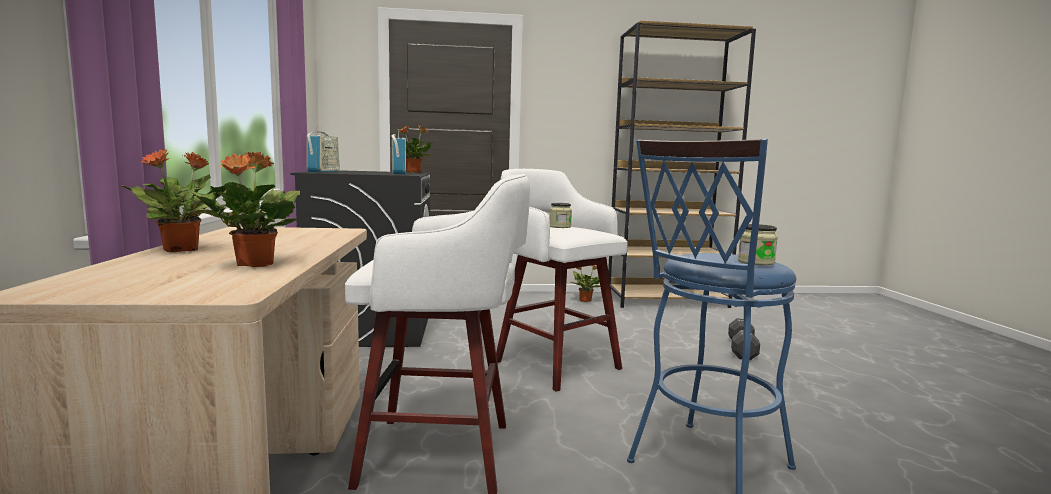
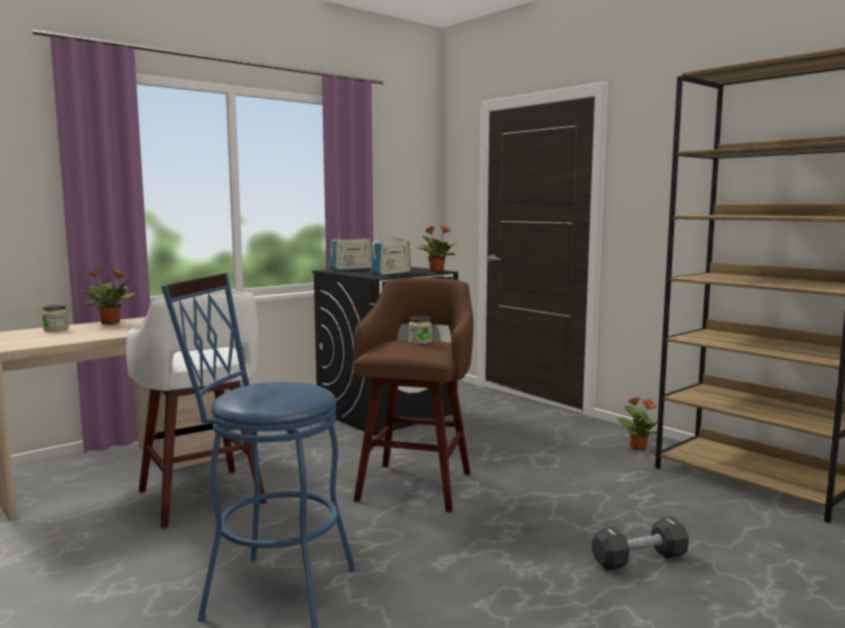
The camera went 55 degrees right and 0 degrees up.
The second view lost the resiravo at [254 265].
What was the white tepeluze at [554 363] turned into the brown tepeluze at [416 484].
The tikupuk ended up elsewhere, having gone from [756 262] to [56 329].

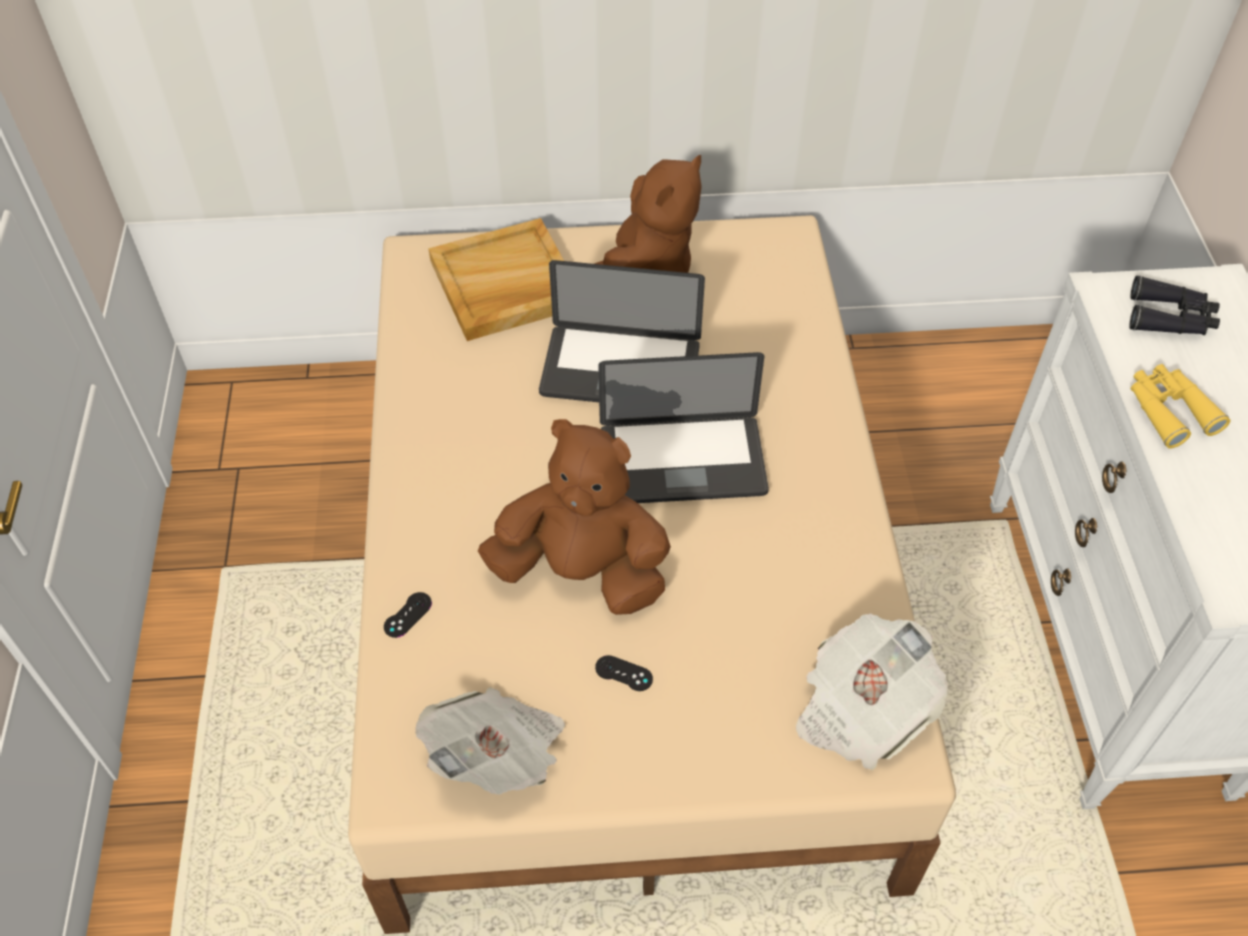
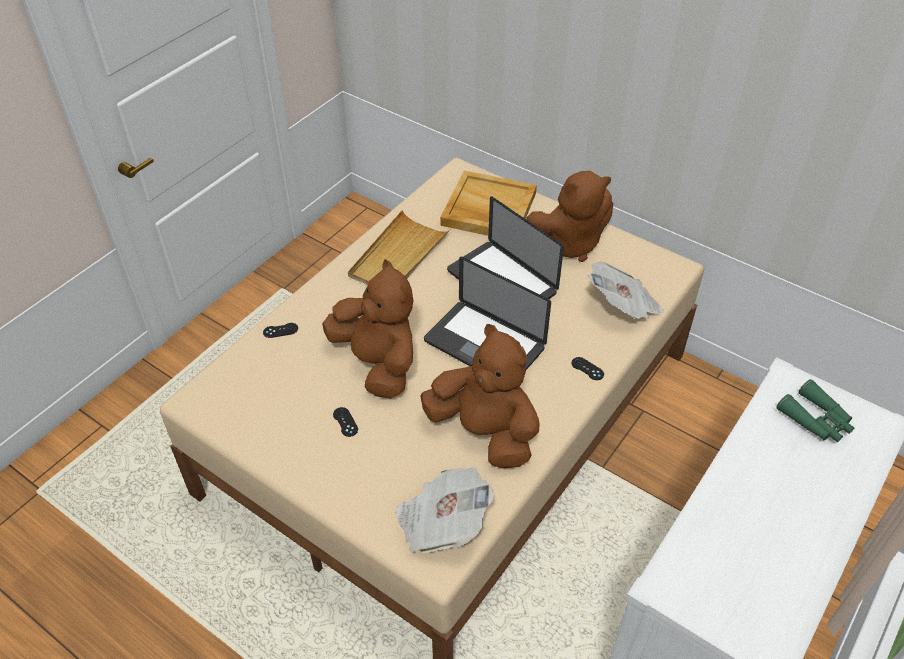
The camera went 40 degrees right and 5 degrees down.
What was the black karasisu at [1170 318] turned into the green karasisu at [816 420].
The second view lost the yellow karasisu at [1168 410].
The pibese ended up elsewhere, having gone from [498 754] to [623 306].
The second view gained the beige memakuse at [398 256].
The second view gained the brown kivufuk at [484 432].
The second view gained the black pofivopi at [587 369].

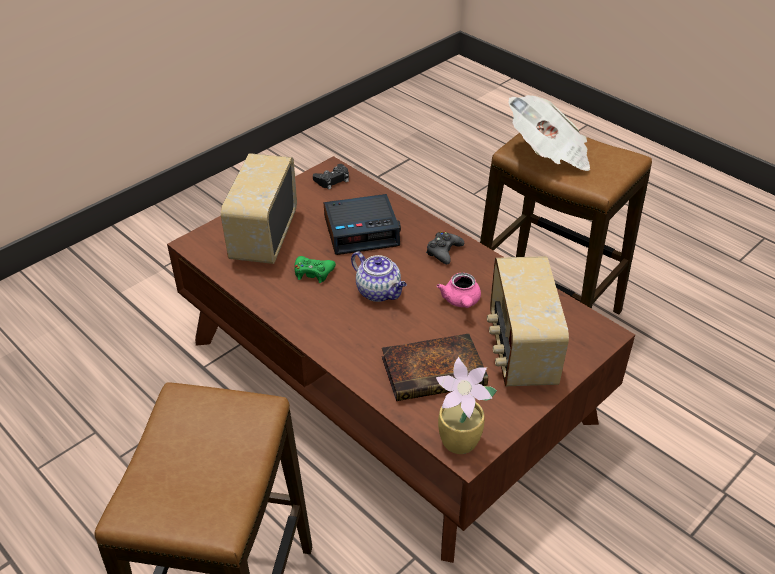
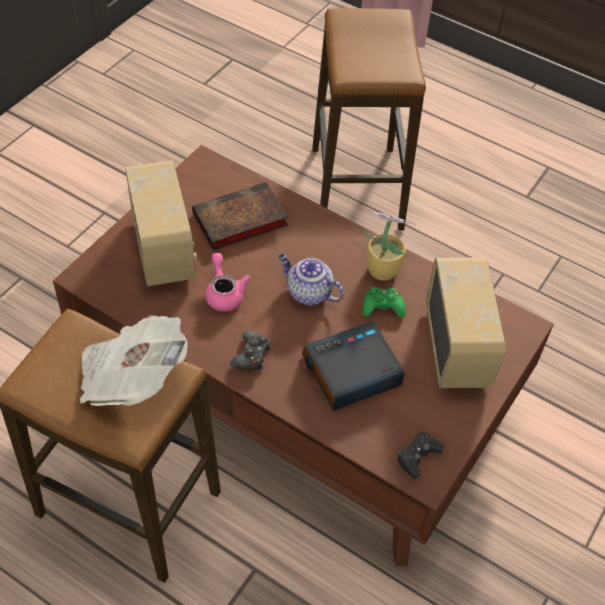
The camera went 165 degrees right and 10 degrees up.
The resiravo ended up elsewhere, having gone from [460 442] to [381 269].

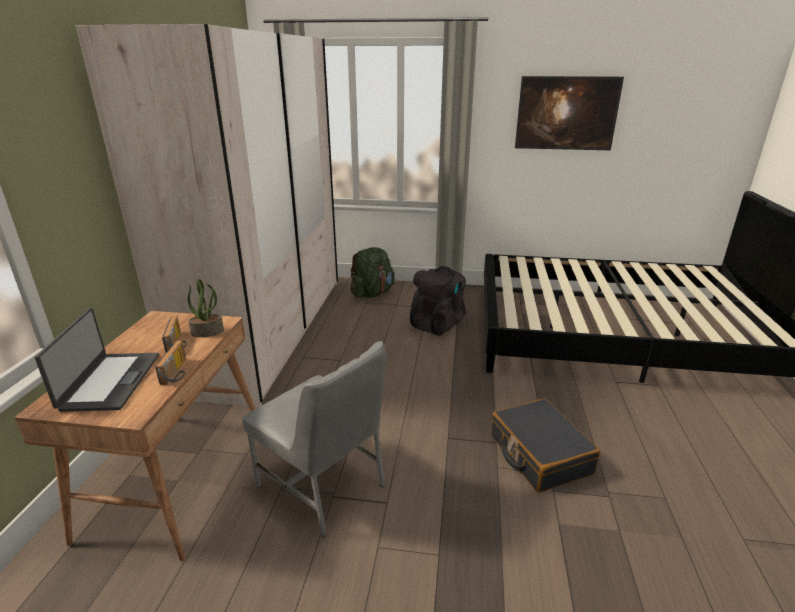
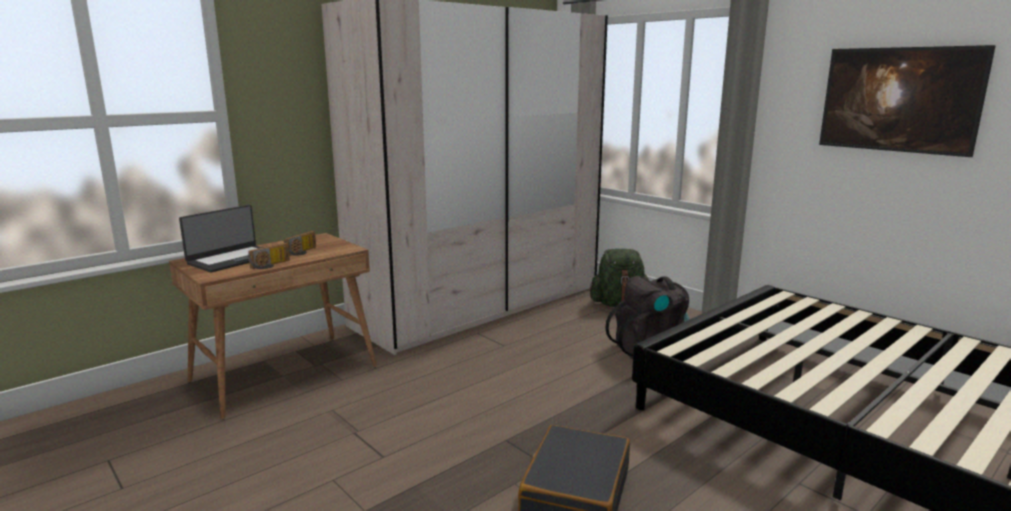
The camera went 40 degrees right and 10 degrees down.
The second view lost the resiravo at [208 332].
The second view lost the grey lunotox at [323 486].

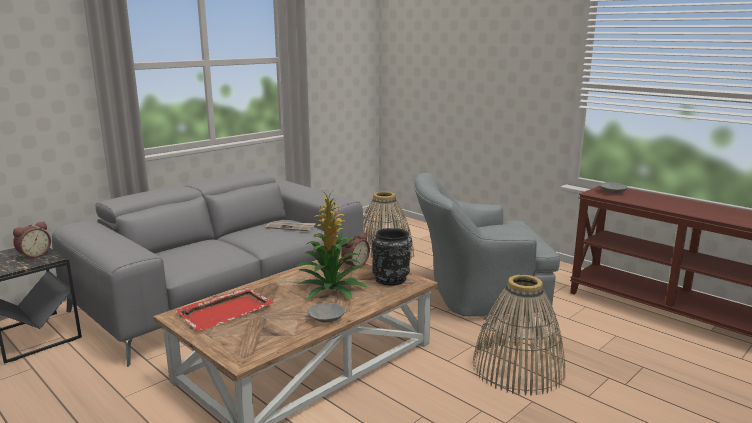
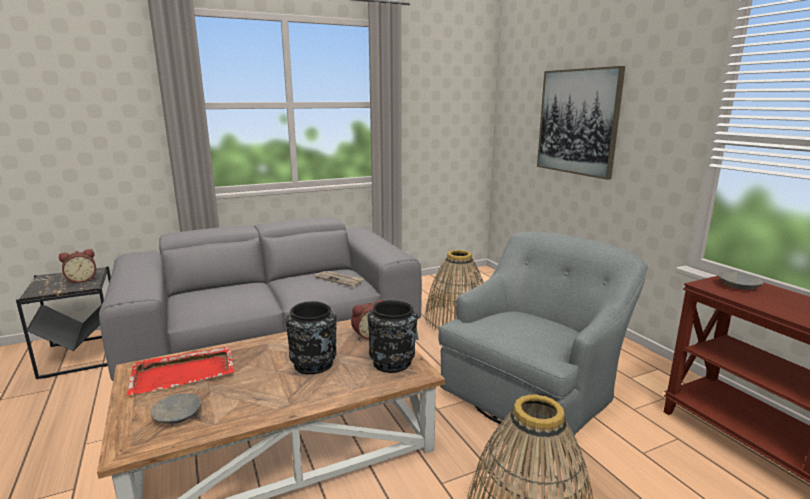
The camera went 20 degrees right and 0 degrees up.
The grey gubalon at [476 294] ended up facing another way, 120 degrees clockwise from before.
Where the resiravo stood at [331 289], the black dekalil came to stand at [314 365].
The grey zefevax ended up elsewhere, having gone from [326 319] to [177 416].
The second view gained the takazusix at [577 122].

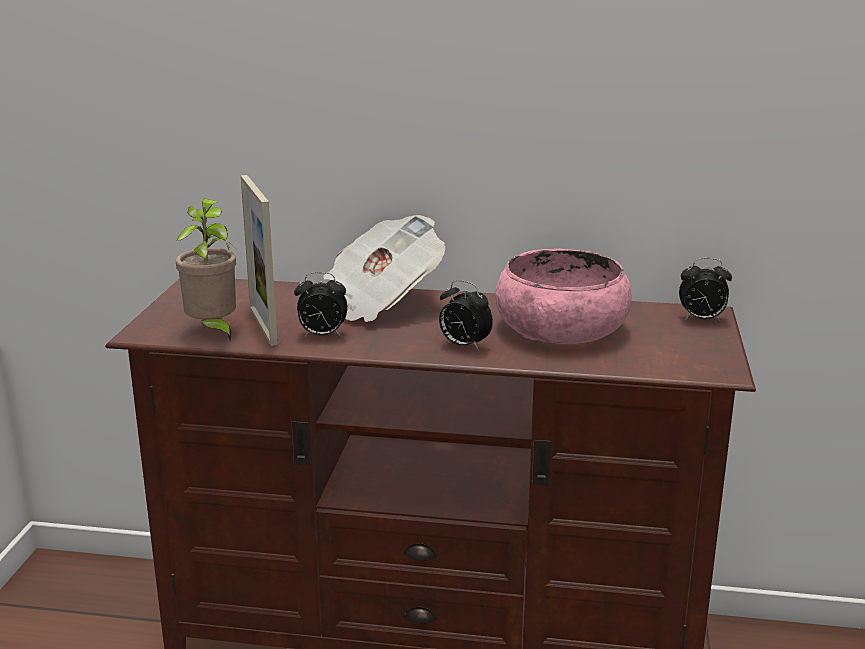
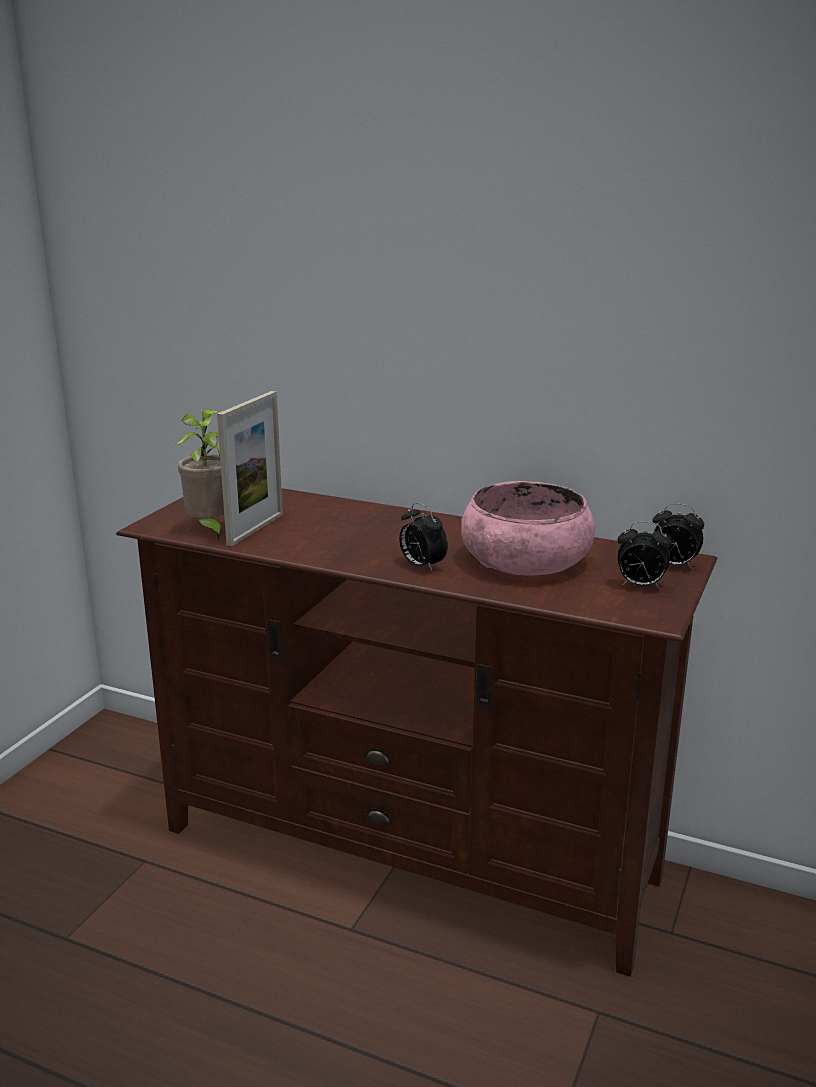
The camera went 15 degrees right and 0 degrees up.
The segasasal at [263 326] ended up facing another way, 150 degrees counterclockwise from before.
The second view lost the pibese at [375 304].
The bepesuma ended up elsewhere, having gone from [322 335] to [640 586].

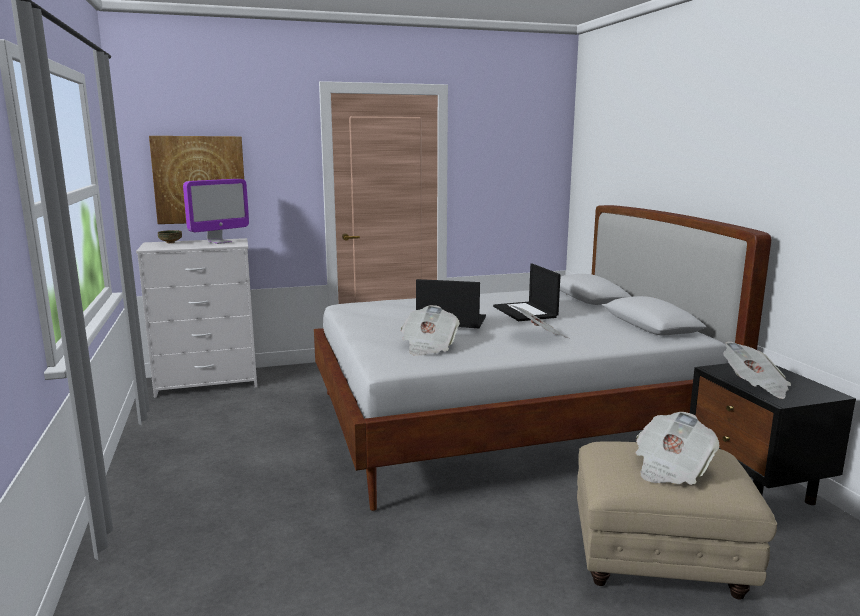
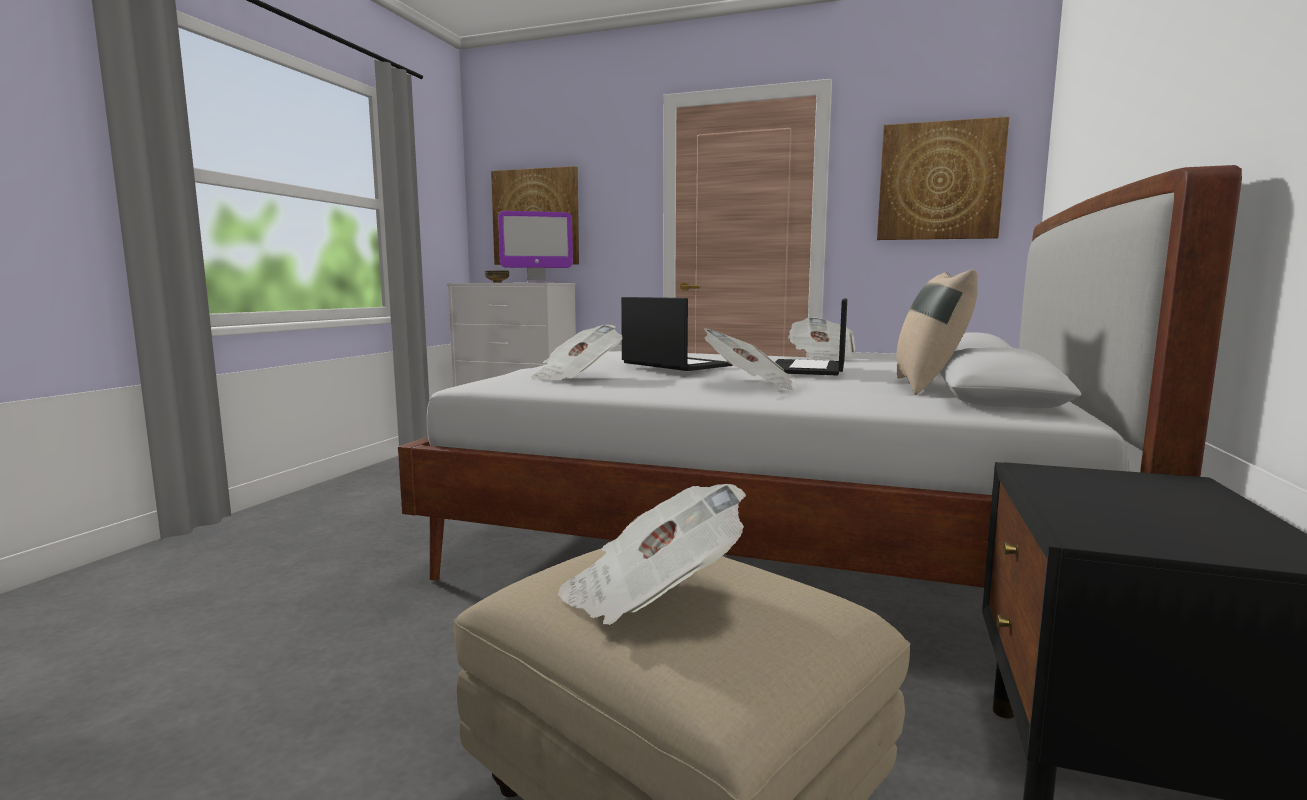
The camera went 35 degrees right and 5 degrees down.
The pibese ended up elsewhere, having gone from [755 386] to [821 358].
The second view gained the takazusix at [939 181].
The second view gained the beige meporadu at [929 386].

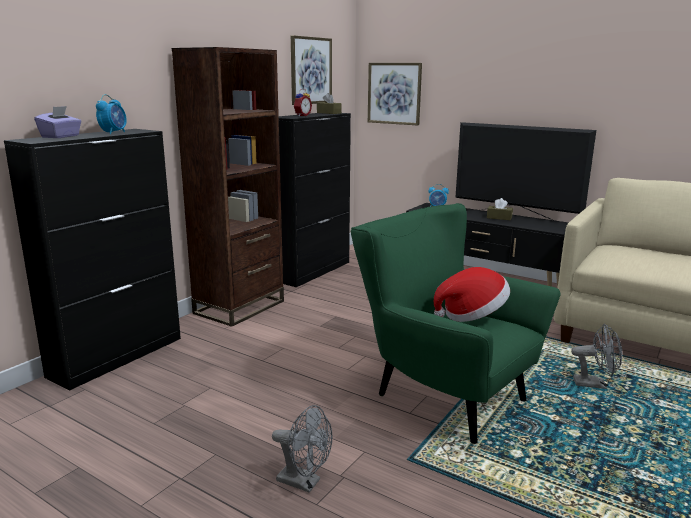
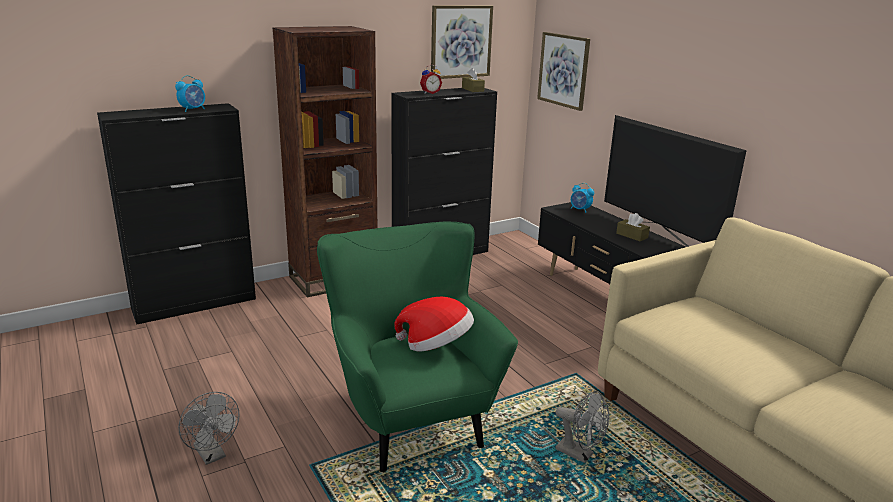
The camera went 25 degrees right and 5 degrees up.
The second view lost the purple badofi at [61 136].

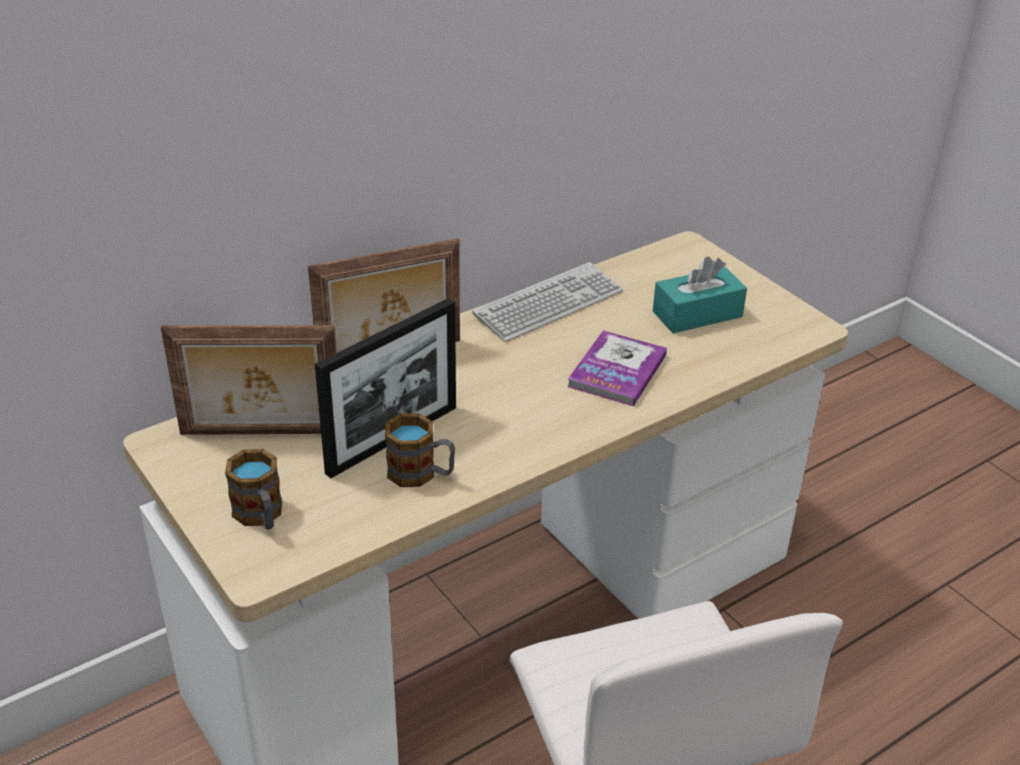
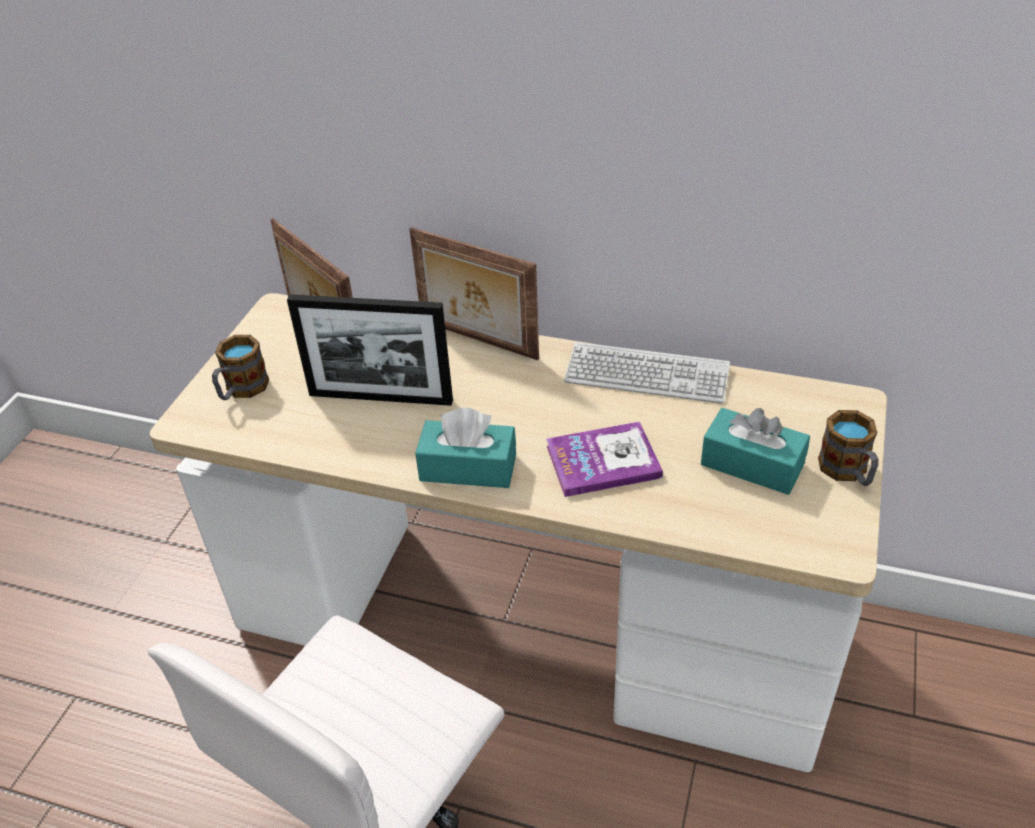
The camera went 55 degrees right and 5 degrees up.
The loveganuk ended up elsewhere, having gone from [421 474] to [848 472].
The second view gained the turquoise badofi at [468 468].

